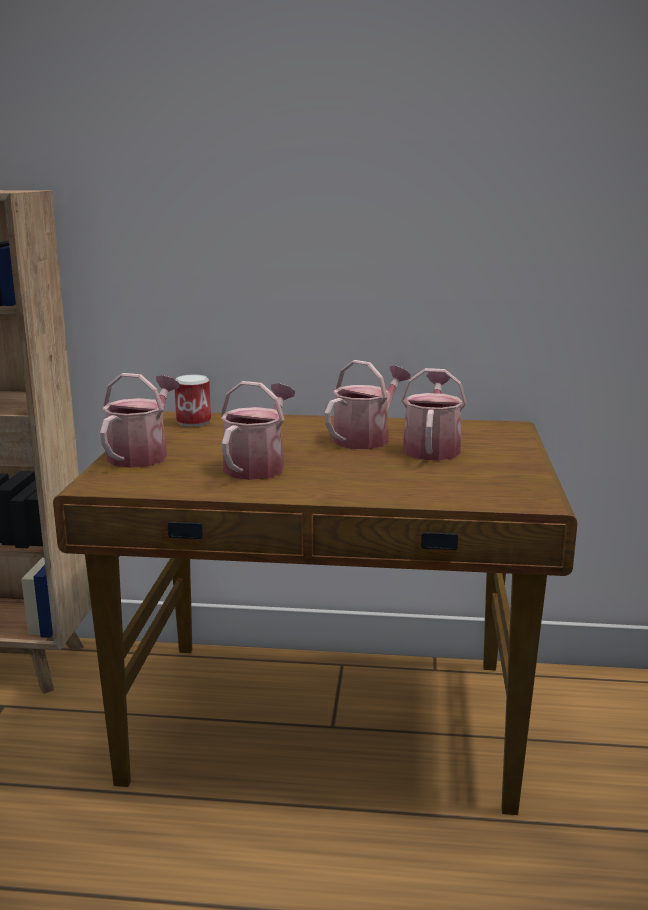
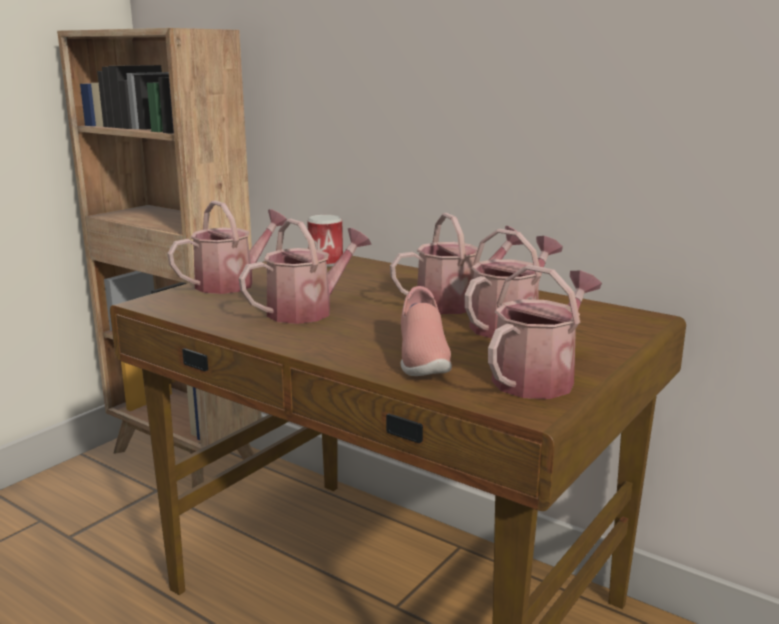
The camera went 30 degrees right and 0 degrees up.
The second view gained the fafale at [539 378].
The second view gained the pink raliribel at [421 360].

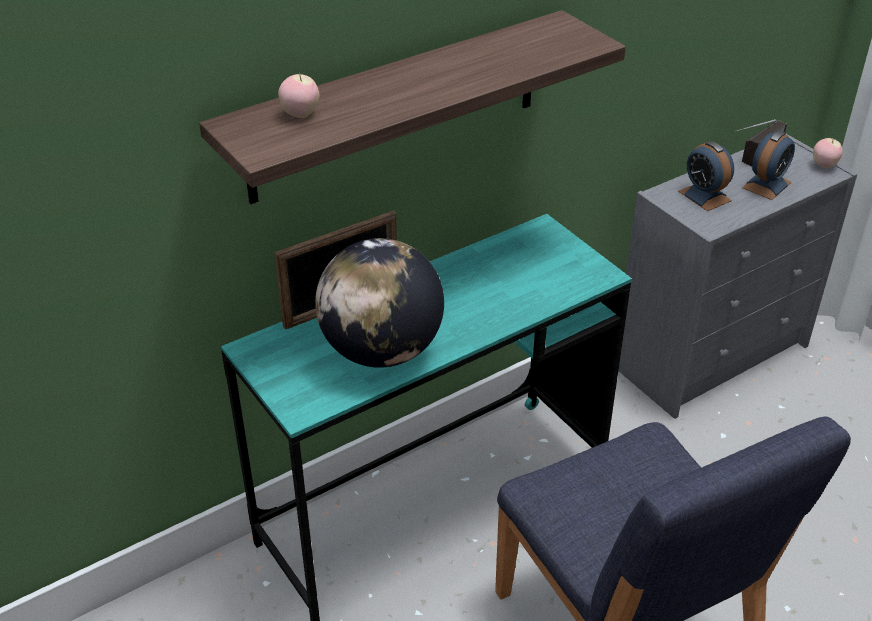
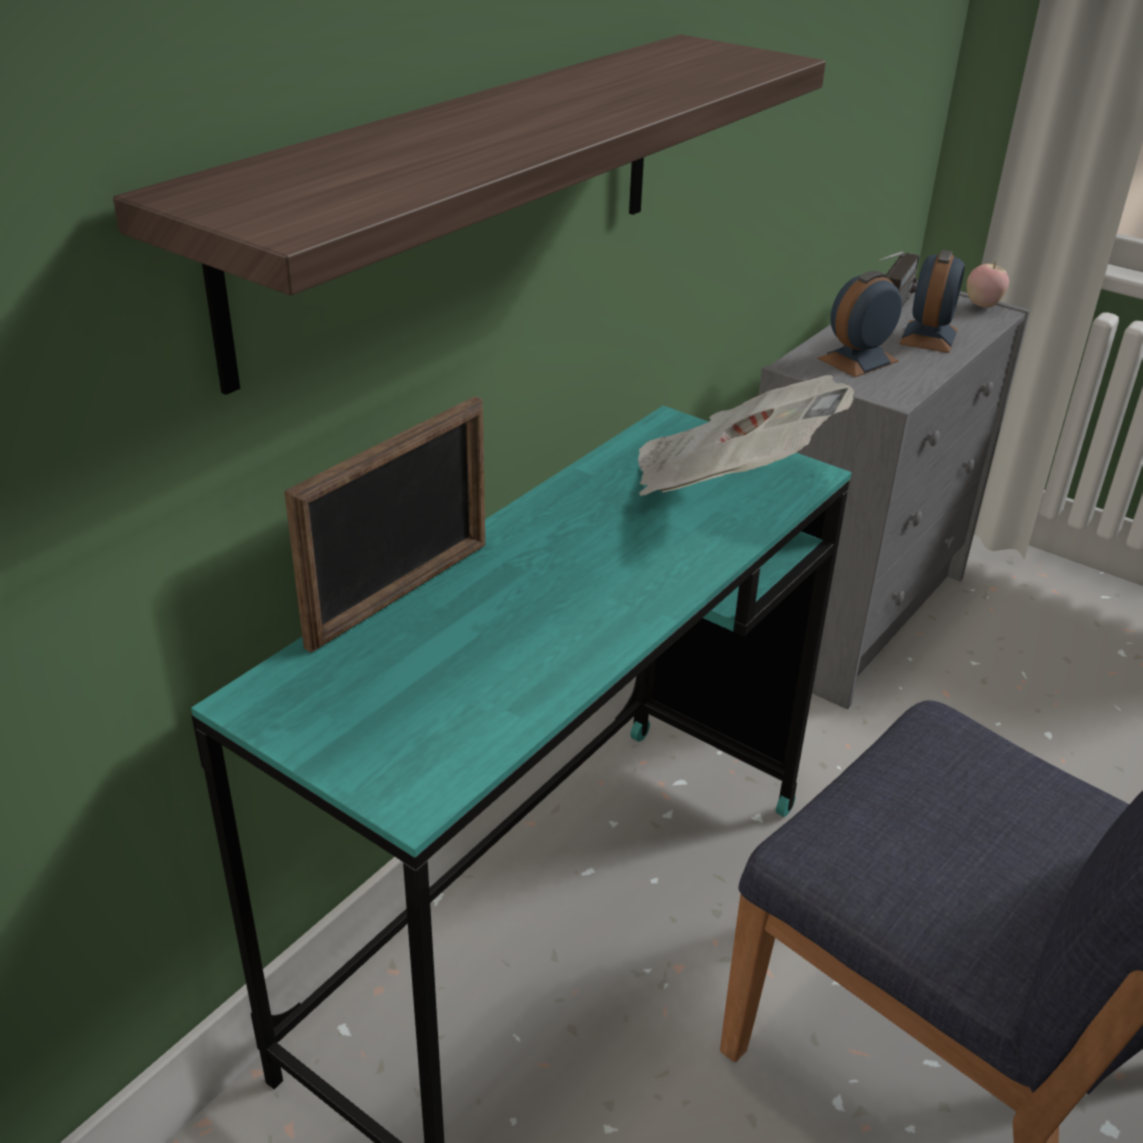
The camera went 20 degrees left and 5 degrees down.
The second view lost the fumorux at [300 115].
The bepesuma at [704 196] ended up facing another way, 105 degrees clockwise from before.
The second view lost the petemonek at [381 351].
The second view gained the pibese at [727 484].

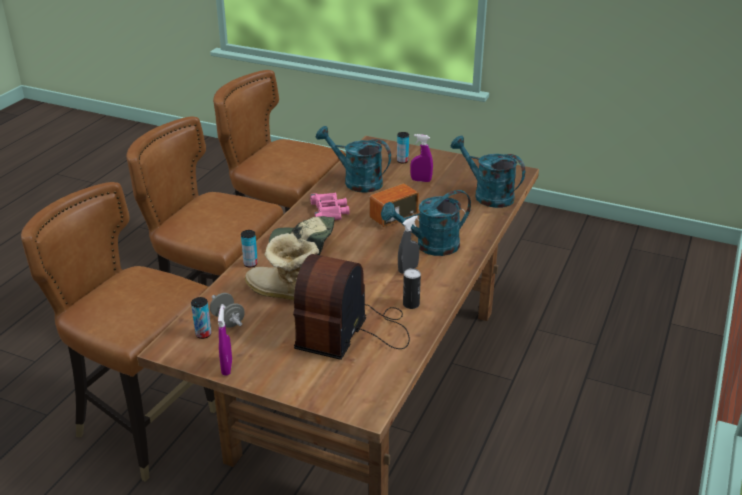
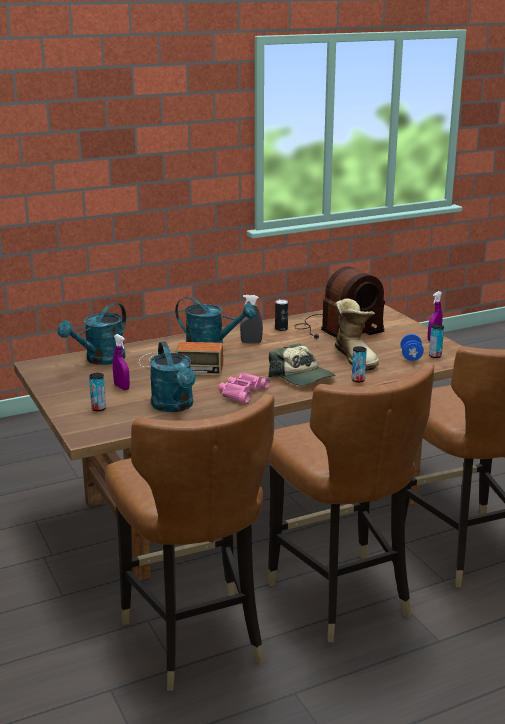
The camera went 140 degrees left and 10 degrees down.
The turquoise fafale at [487 195] ended up facing another way, 45 degrees clockwise from before.
What was the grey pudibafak at [228 320] turned into the blue pudibafak at [411 357].

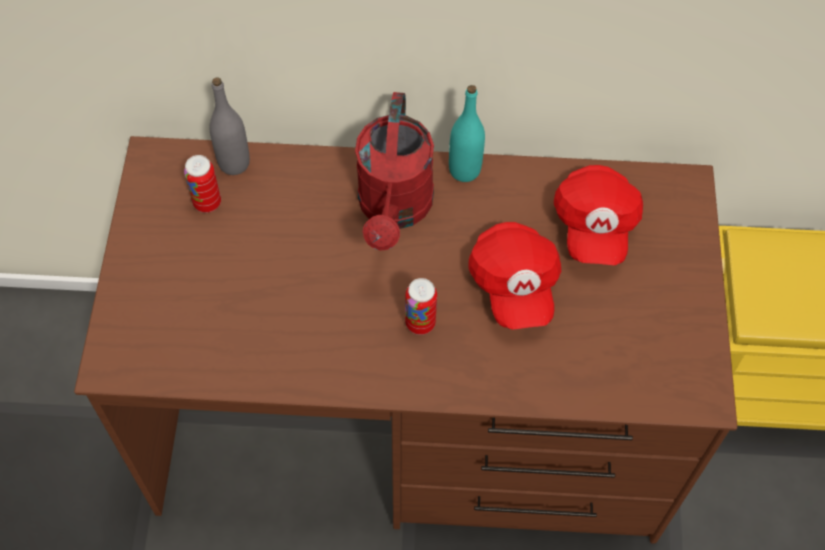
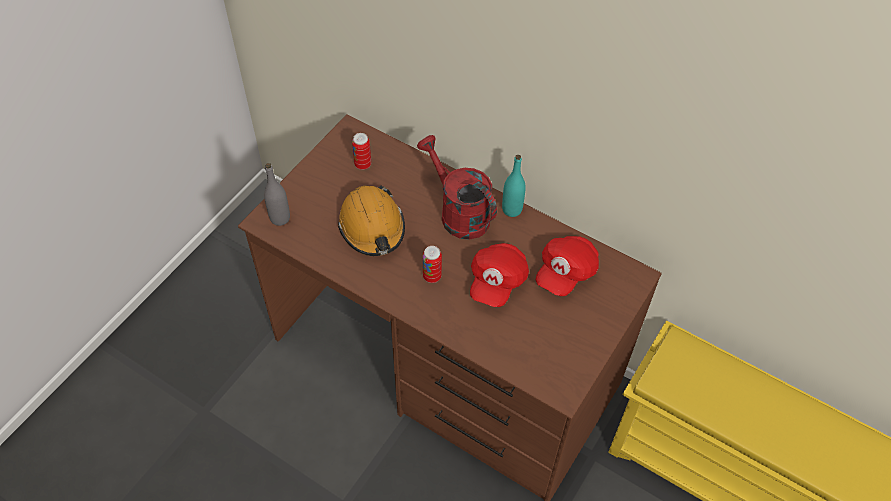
The camera went 30 degrees right and 5 degrees down.
The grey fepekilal ended up elsewhere, having gone from [234 163] to [280 218].
The red fafale at [394 210] ended up facing another way, 105 degrees clockwise from before.
The second view gained the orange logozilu at [372 227].

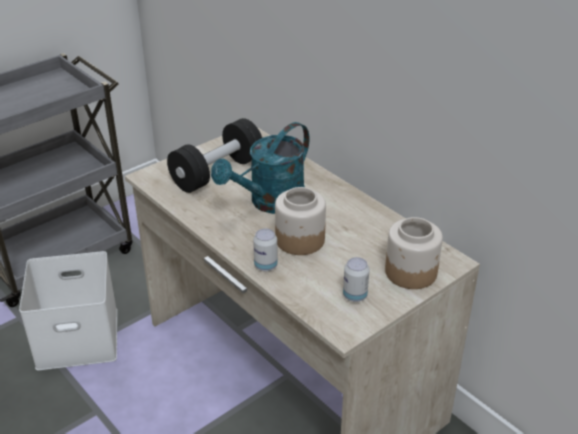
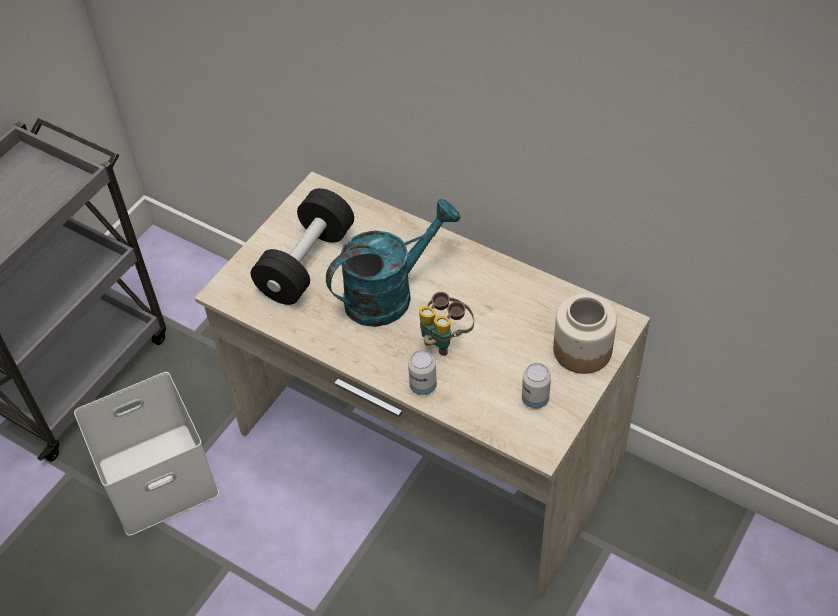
The camera went 15 degrees left and 15 degrees up.
The turquoise fafale at [270 203] ended up facing another way, 150 degrees counterclockwise from before.
Where the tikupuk stood at [299 240], the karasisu came to stand at [445 339].

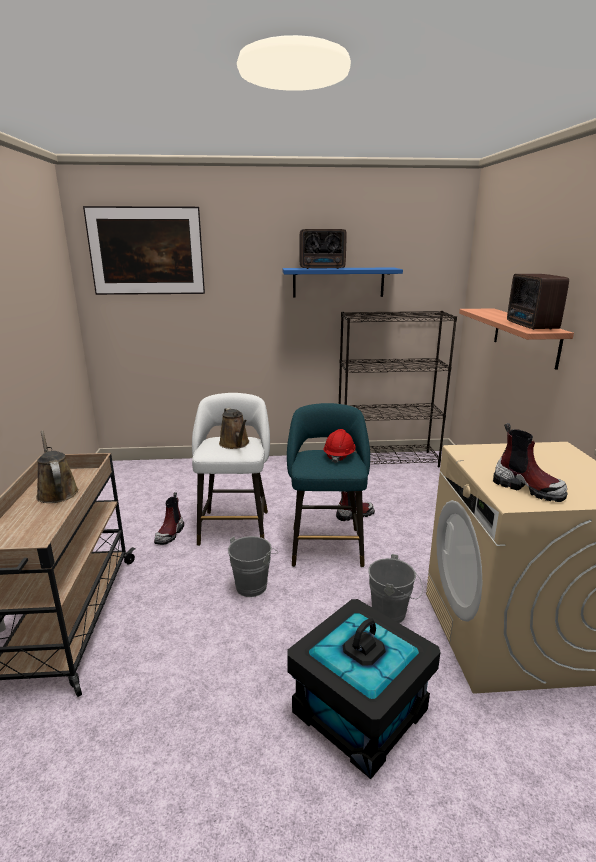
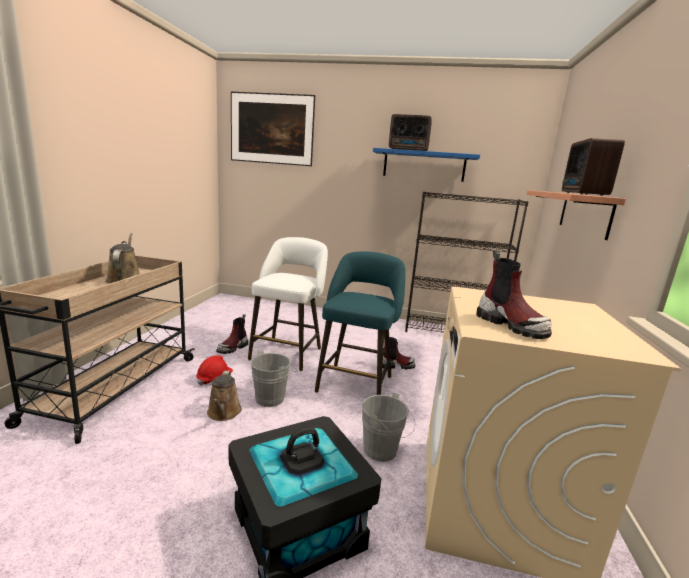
The camera went 15 degrees right and 5 degrees down.
The brown fafale ended up elsewhere, having gone from [235 444] to [223 413].
The red logozilu ended up elsewhere, having gone from [339 456] to [214 379].

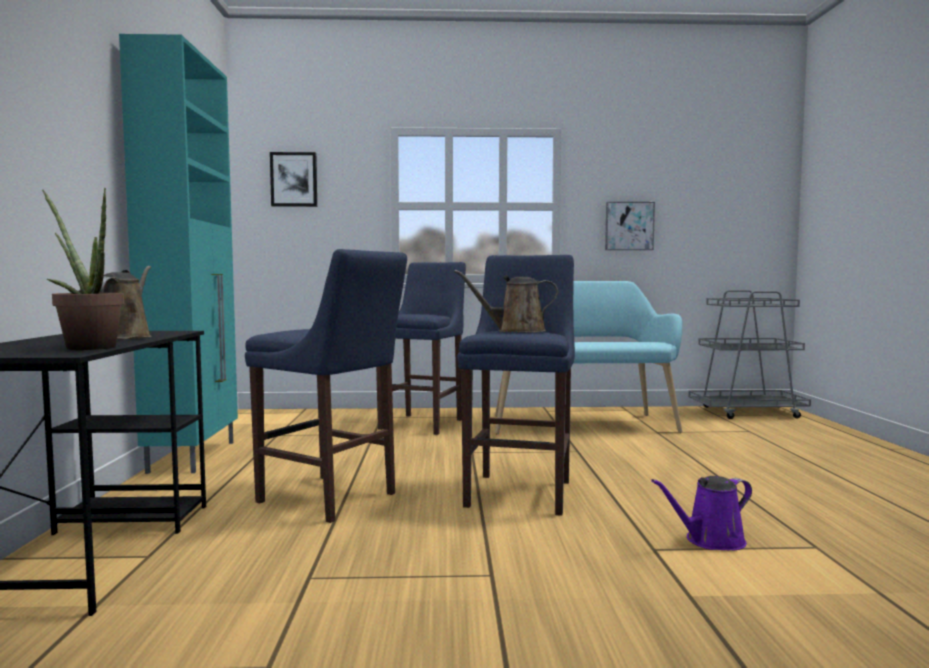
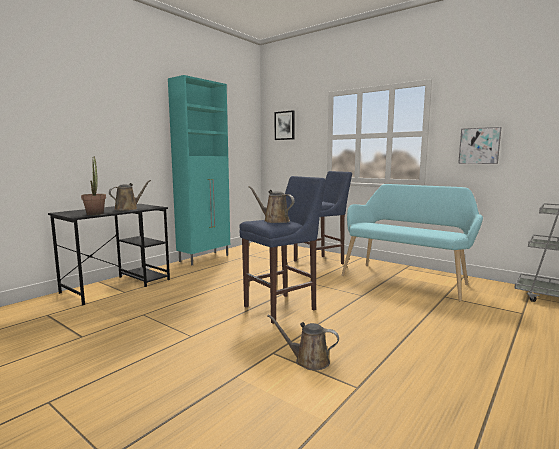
The camera went 40 degrees right and 5 degrees up.
The second view lost the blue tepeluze at [331 499].
What was the purple fafale at [710 541] turned into the brown fafale at [308 360].

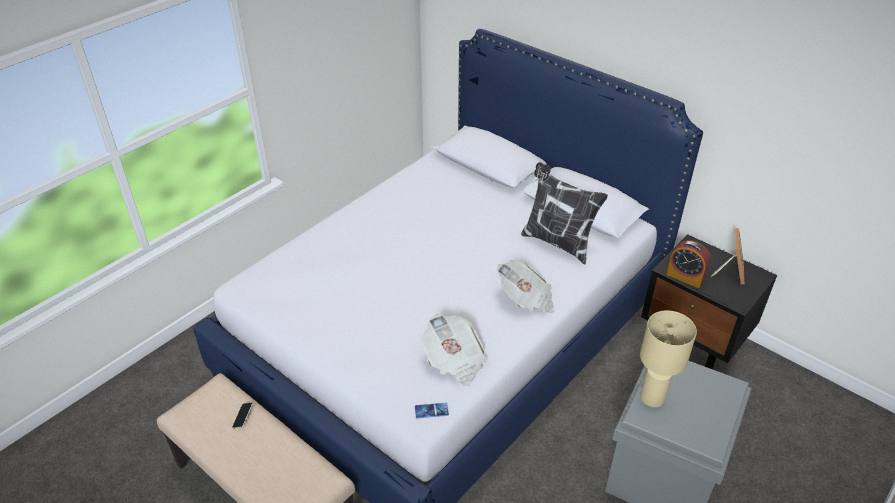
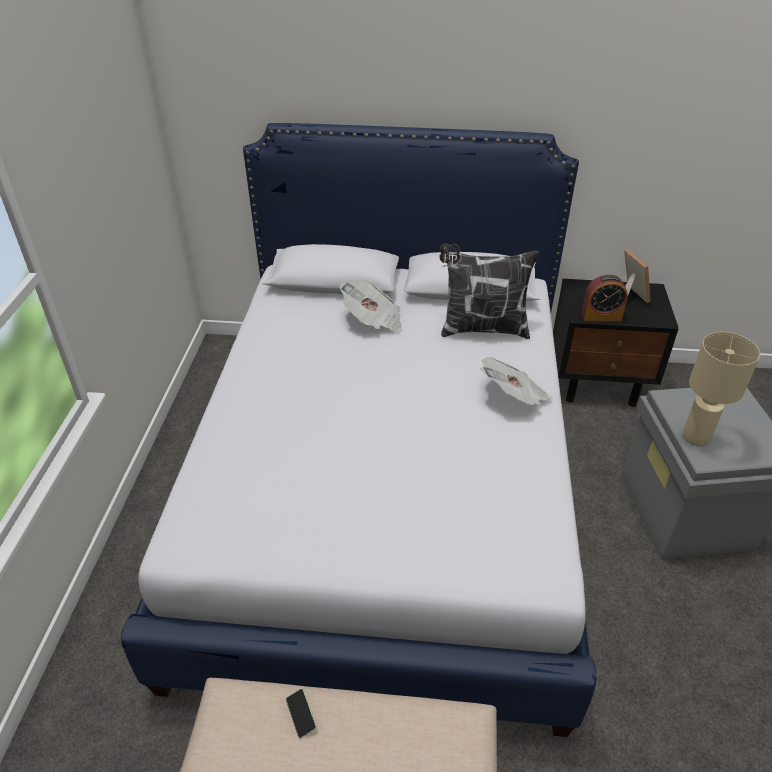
The camera went 35 degrees left and 0 degrees up.
The pibese ended up elsewhere, having gone from [454 361] to [373 320].
The second view lost the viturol at [431 410].

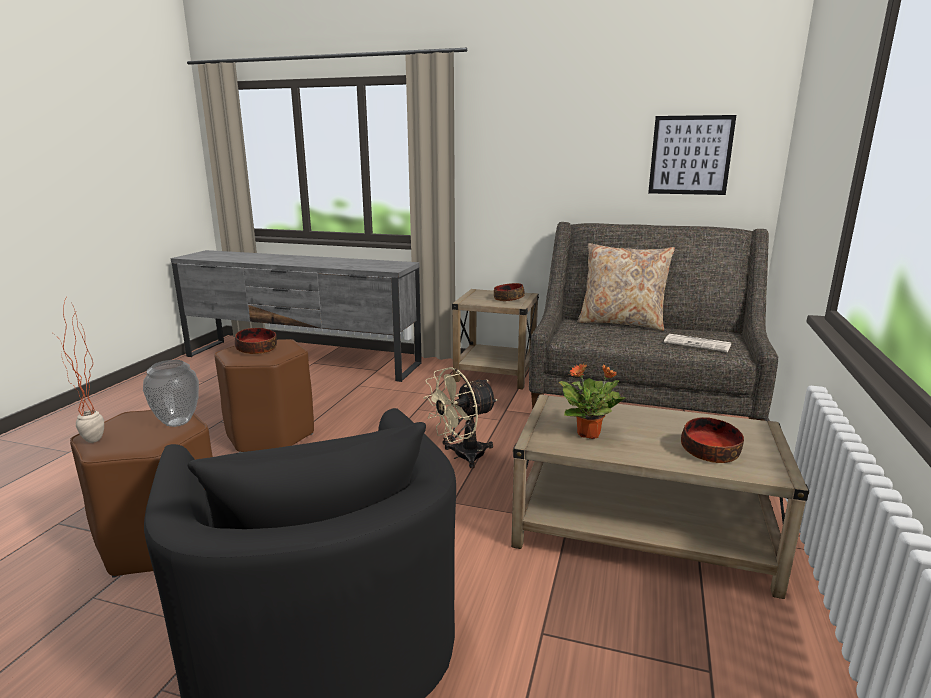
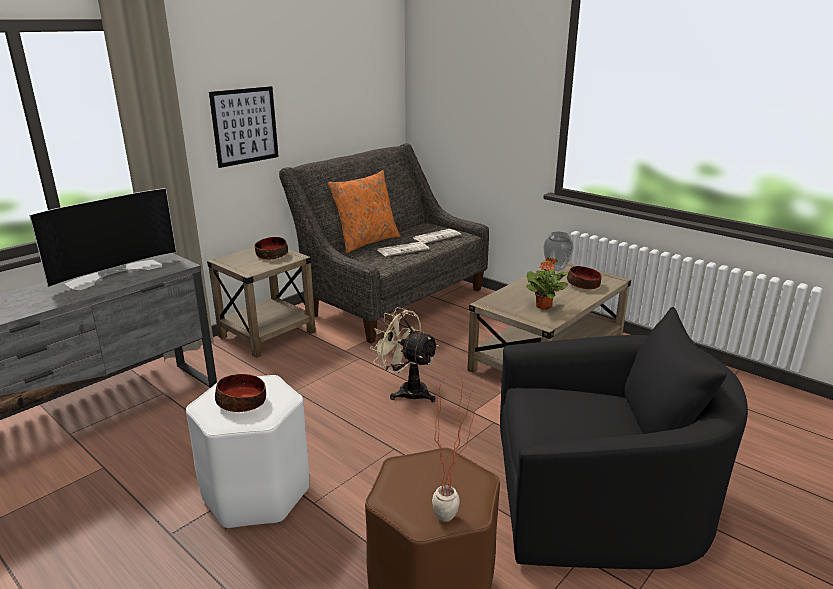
The camera went 65 degrees left and 5 degrees up.
The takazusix ended up elsewhere, having gone from [690 155] to [245 126].
What was the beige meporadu at [621 323] turned into the orange meporadu at [366 241].
What was the brown tepeluze at [271 434] turned into the white tepeluze at [256 493].
The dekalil ended up elsewhere, having gone from [177 423] to [556 268].
The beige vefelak at [462 456] ended up facing another way, 135 degrees clockwise from before.
The second view gained the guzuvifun at [114 272].
The second view gained the pibese at [403 249].

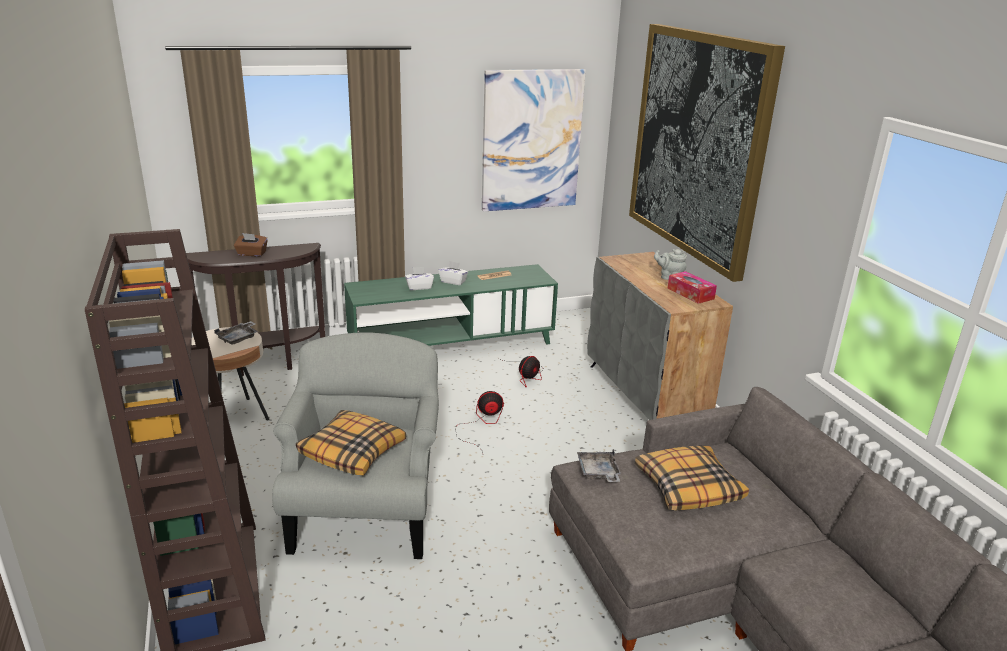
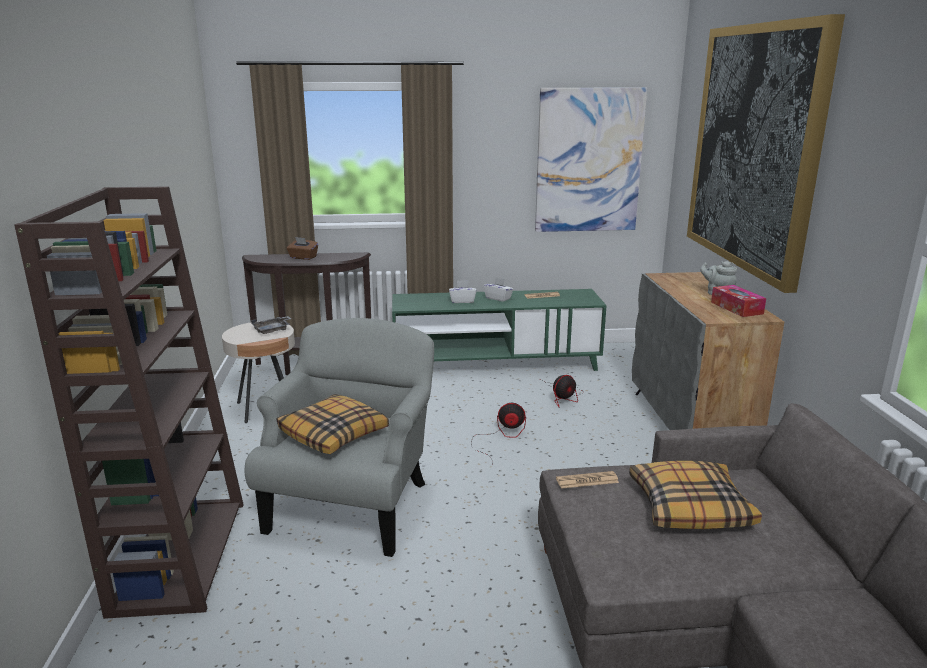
The camera went 15 degrees right and 5 degrees down.
Where the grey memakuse stood at [598 472], the pibese came to stand at [587 481].

